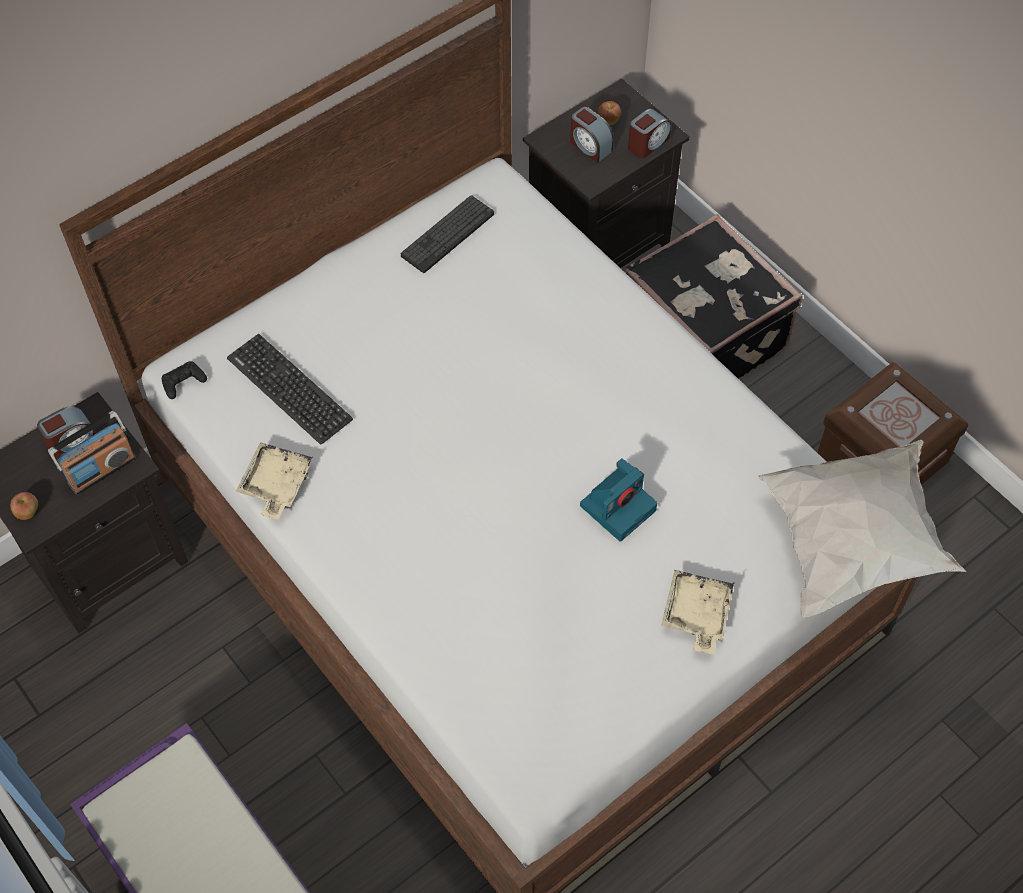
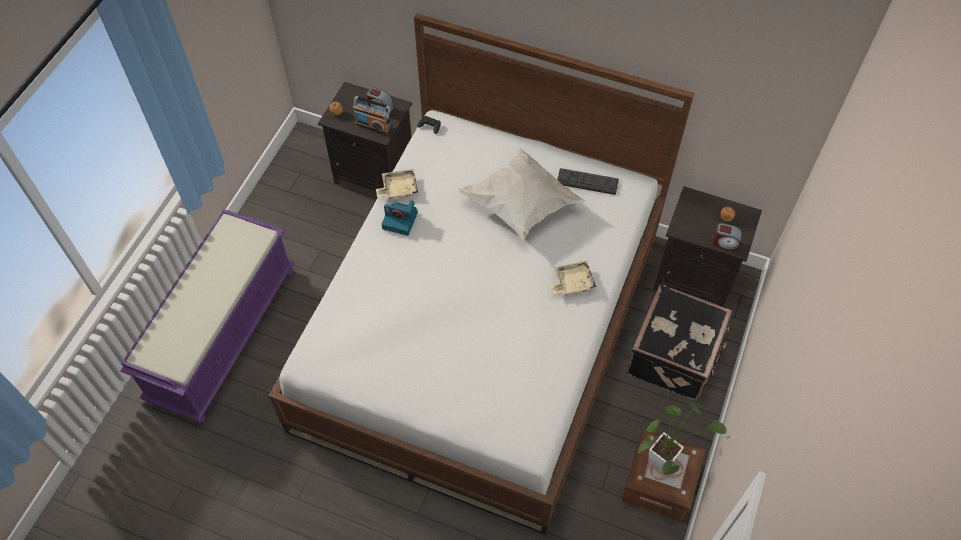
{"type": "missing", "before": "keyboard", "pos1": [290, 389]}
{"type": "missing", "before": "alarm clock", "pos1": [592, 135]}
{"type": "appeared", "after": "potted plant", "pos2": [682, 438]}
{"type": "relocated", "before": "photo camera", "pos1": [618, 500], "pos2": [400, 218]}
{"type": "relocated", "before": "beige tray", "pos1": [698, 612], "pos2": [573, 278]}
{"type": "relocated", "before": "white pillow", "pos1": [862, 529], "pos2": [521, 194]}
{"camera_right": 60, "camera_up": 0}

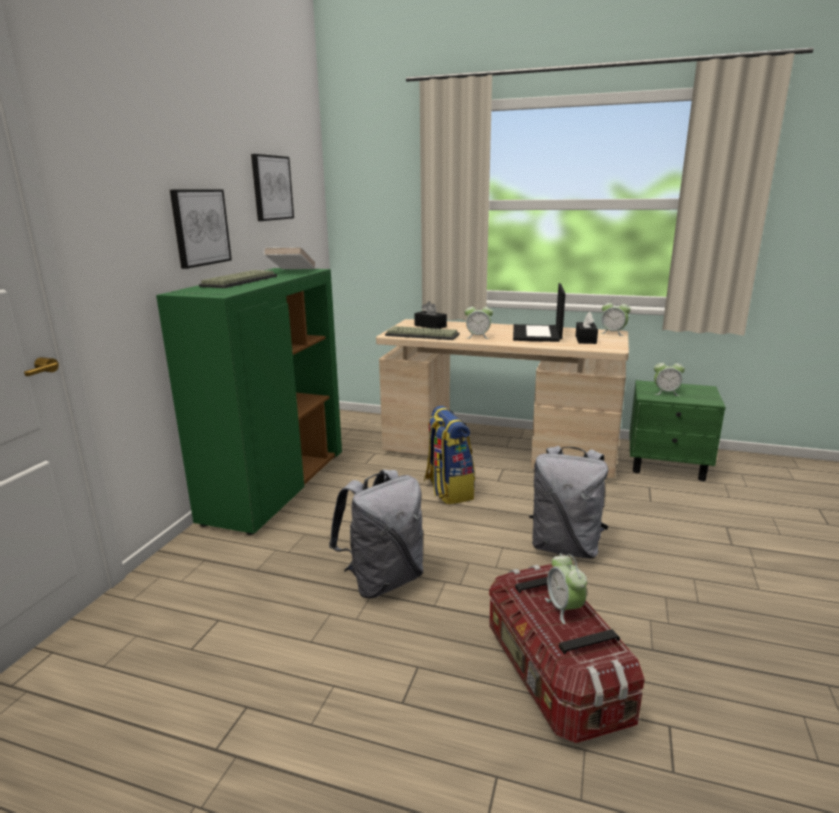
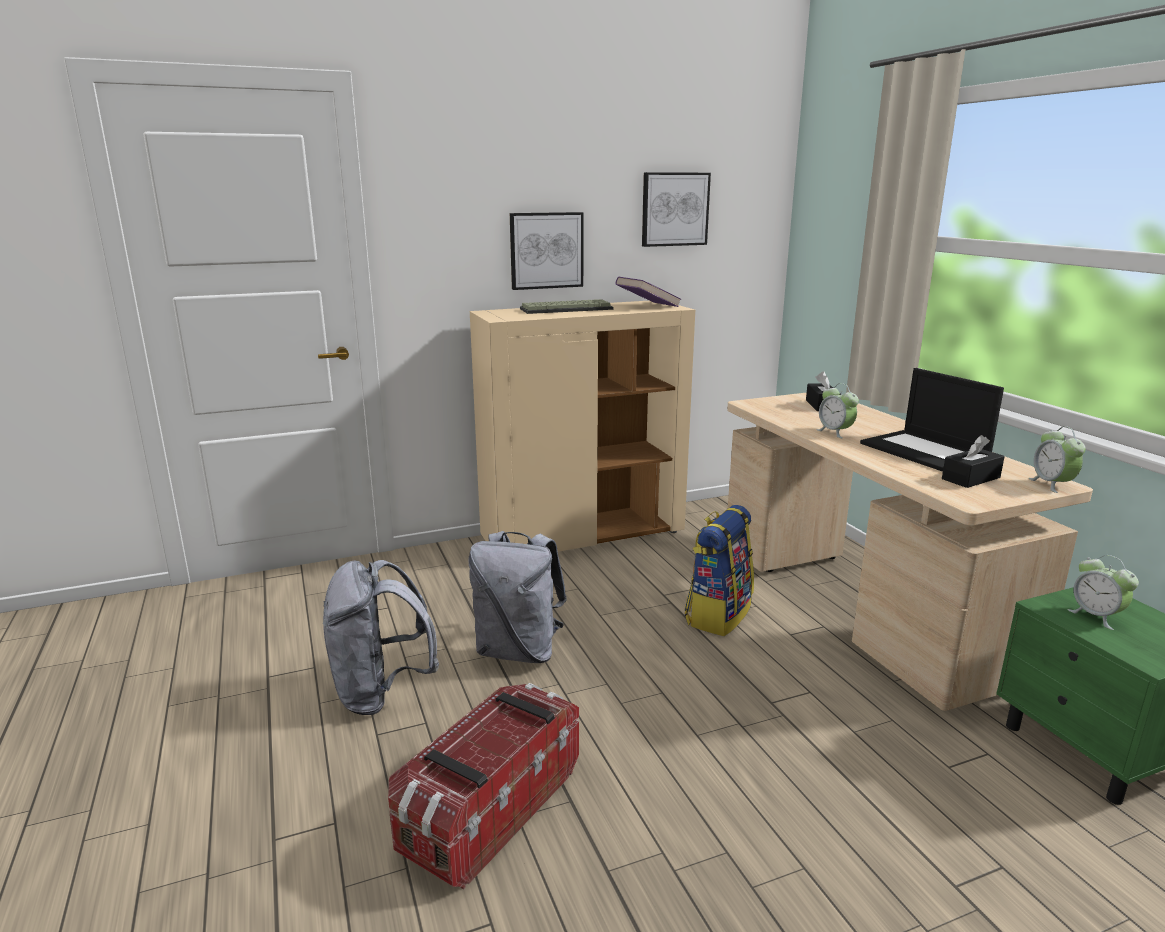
{"type": "missing", "before": "keyboard", "pos1": [422, 333]}
{"type": "missing", "before": "alarm clock", "pos1": [566, 589]}
{"type": "relocated", "before": "grey backpack", "pos1": [569, 502], "pos2": [381, 637]}
{"type": "colour", "before": "green cabinet", "after": "beige cabinet", "pos1": [249, 401], "pos2": [582, 426]}
{"type": "colour", "before": "white book", "after": "purple book", "pos1": [290, 258], "pos2": [648, 292]}
{"type": "spun", "before": "laptop", "pos1": [539, 312], "pos2": [932, 420], "turn": -90}
{"camera_right": 50, "camera_up": 0}

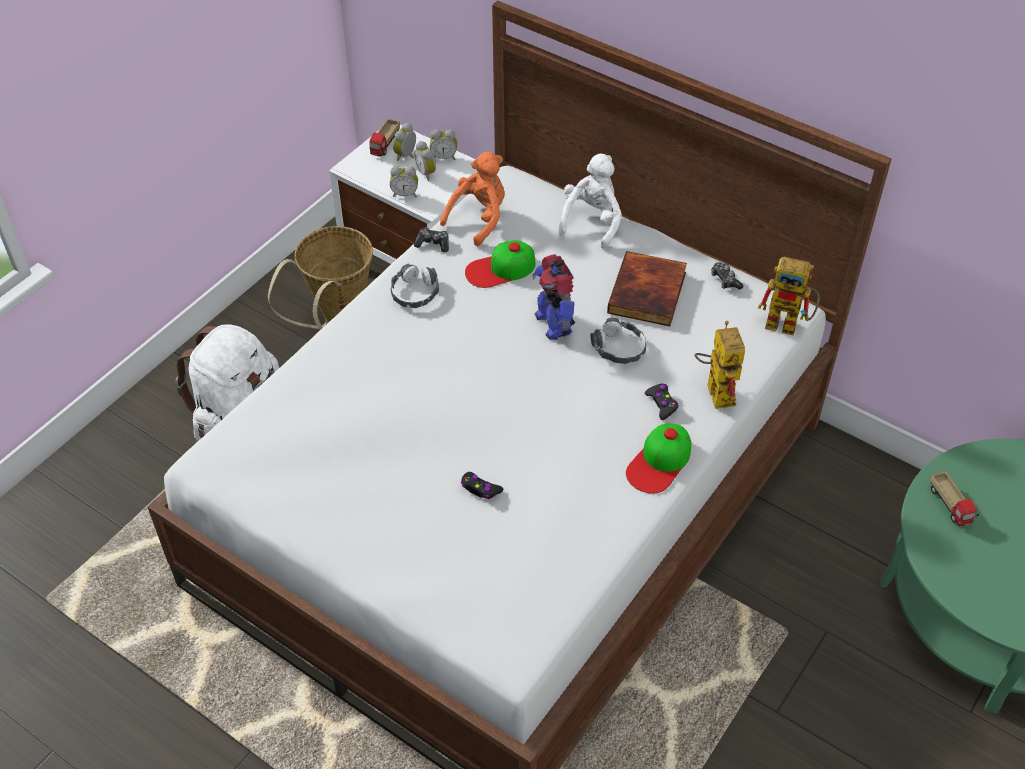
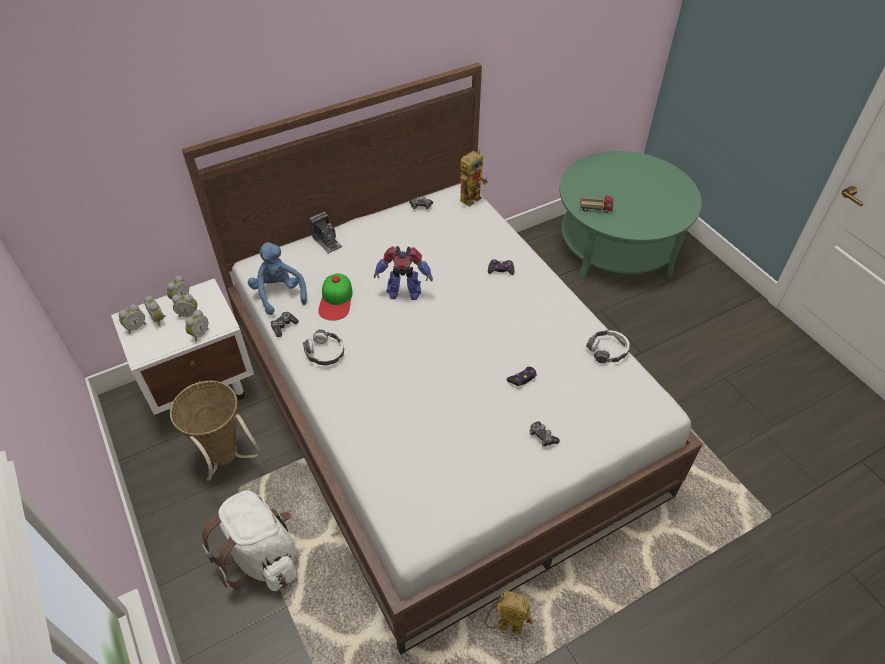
{"type": "missing", "before": "book", "pos1": [647, 288]}
{"type": "missing", "before": "cap", "pos1": [658, 458]}
{"type": "appeared", "after": "game controller", "pos2": [544, 433]}
{"type": "relocated", "before": "headphones", "pos1": [618, 340], "pos2": [608, 346]}
{"type": "relocated", "before": "toy robot", "pos1": [720, 365], "pos2": [509, 613]}
{"type": "exchanged", "before": "toy truck", "after": "alarm clock", "pos1": [384, 137], "pos2": [132, 319]}
{"type": "exchanged", "before": "white plush toy", "after": "photo camera", "pos1": [590, 201], "pos2": [325, 233]}
{"type": "colour", "before": "orange plush toy", "after": "blue plush toy", "pos1": [472, 199], "pos2": [277, 278]}
{"camera_right": -65, "camera_up": 0}

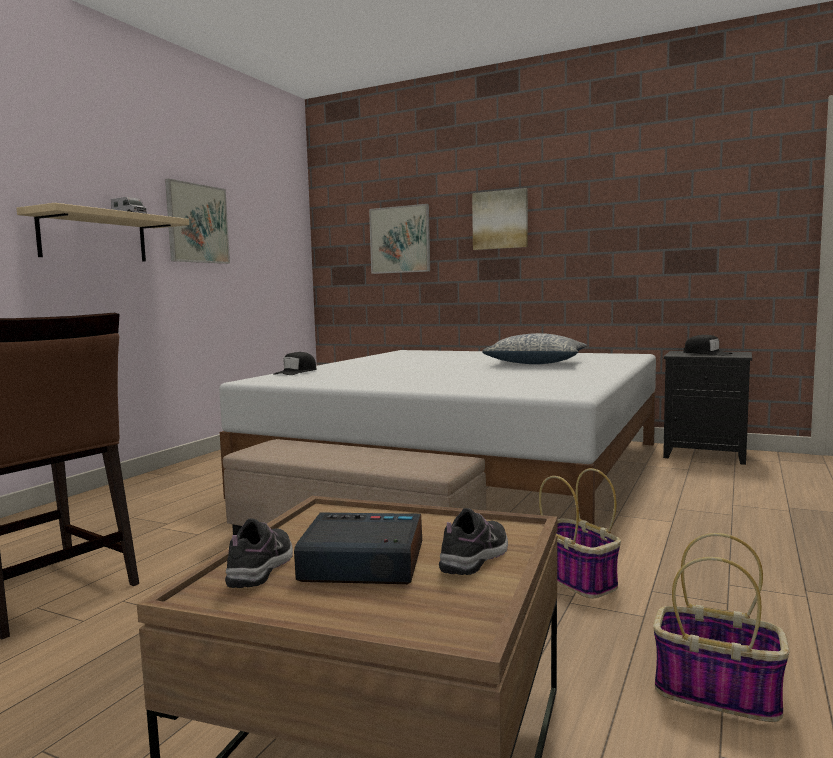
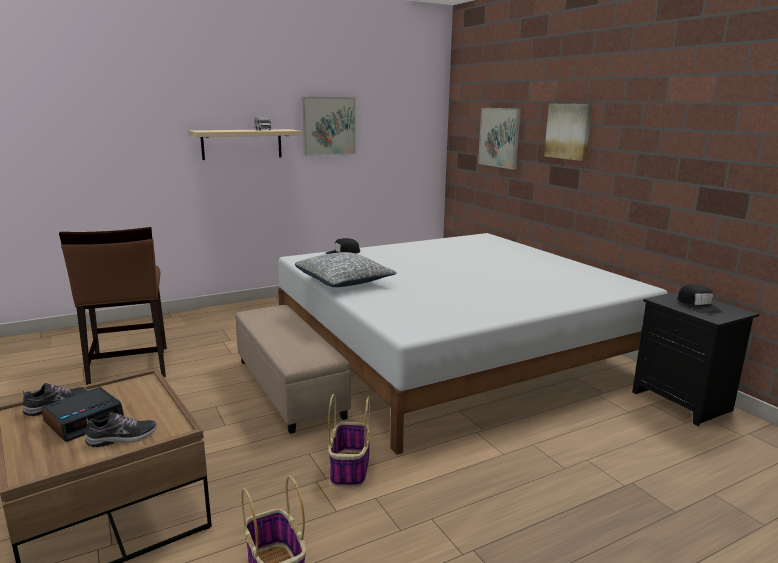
{"type": "relocated", "before": "pillow", "pos1": [534, 348], "pos2": [346, 269]}
{"type": "spun", "before": "alarm clock", "pos1": [358, 548], "pos2": [82, 414], "turn": 90}
{"camera_right": 35, "camera_up": 10}

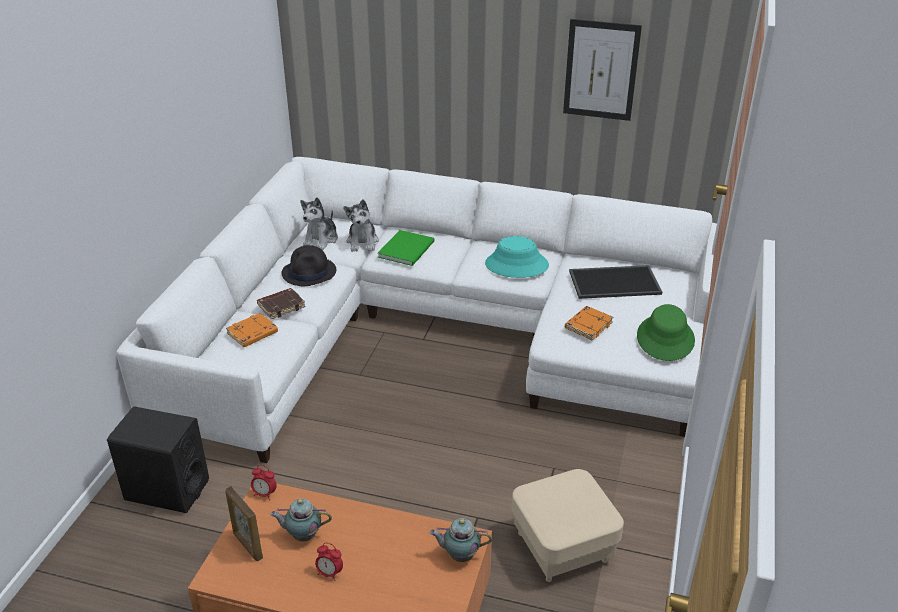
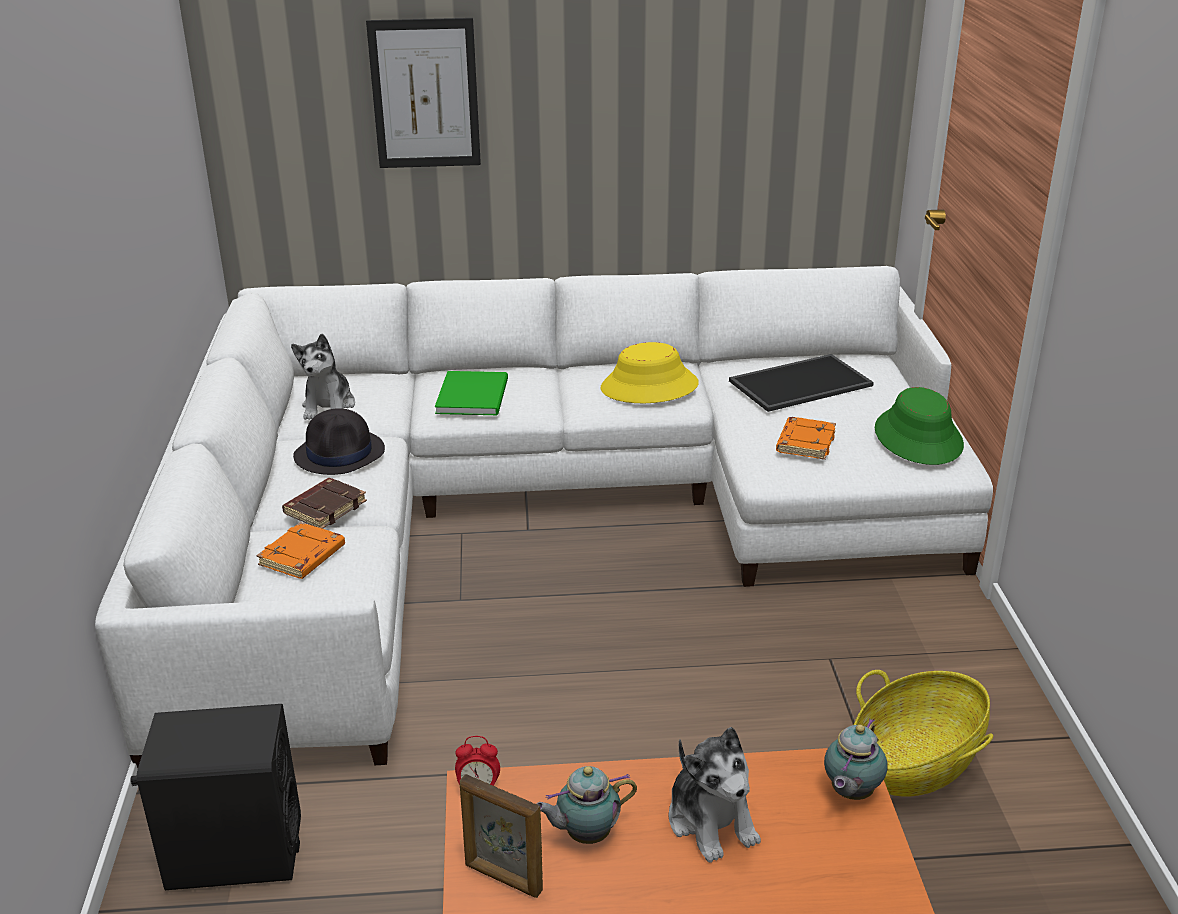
{"type": "missing", "before": "alarm clock", "pos1": [329, 562]}
{"type": "relocated", "before": "plush toy", "pos1": [361, 225], "pos2": [714, 795]}
{"type": "relocated", "before": "picture", "pos1": [602, 70], "pos2": [423, 93]}
{"type": "exchanged", "before": "beige ottoman", "after": "basket", "pos1": [568, 525], "pos2": [923, 733]}
{"type": "colour", "before": "turquoise hat", "after": "yellow hat", "pos1": [517, 257], "pos2": [650, 372]}
{"type": "spun", "before": "teapot", "pos1": [461, 540], "pos2": [856, 759], "turn": -45}
{"camera_right": -20, "camera_up": -5}

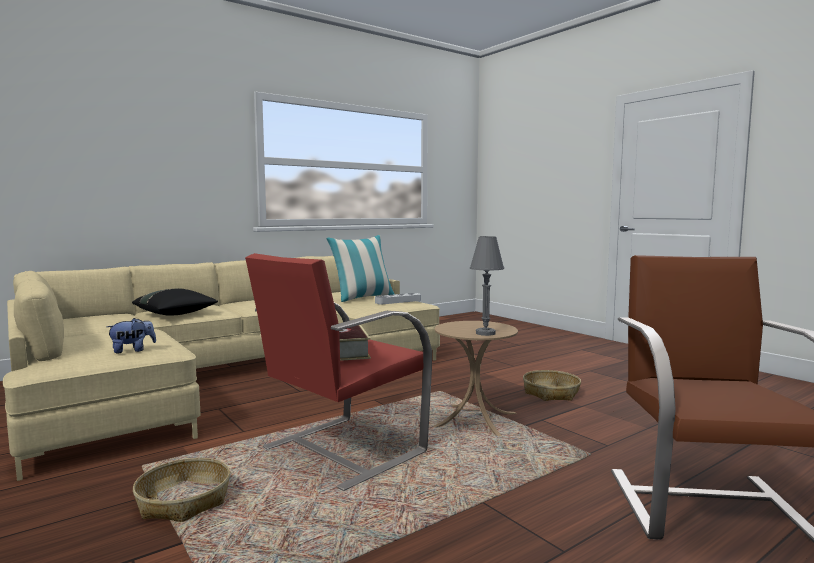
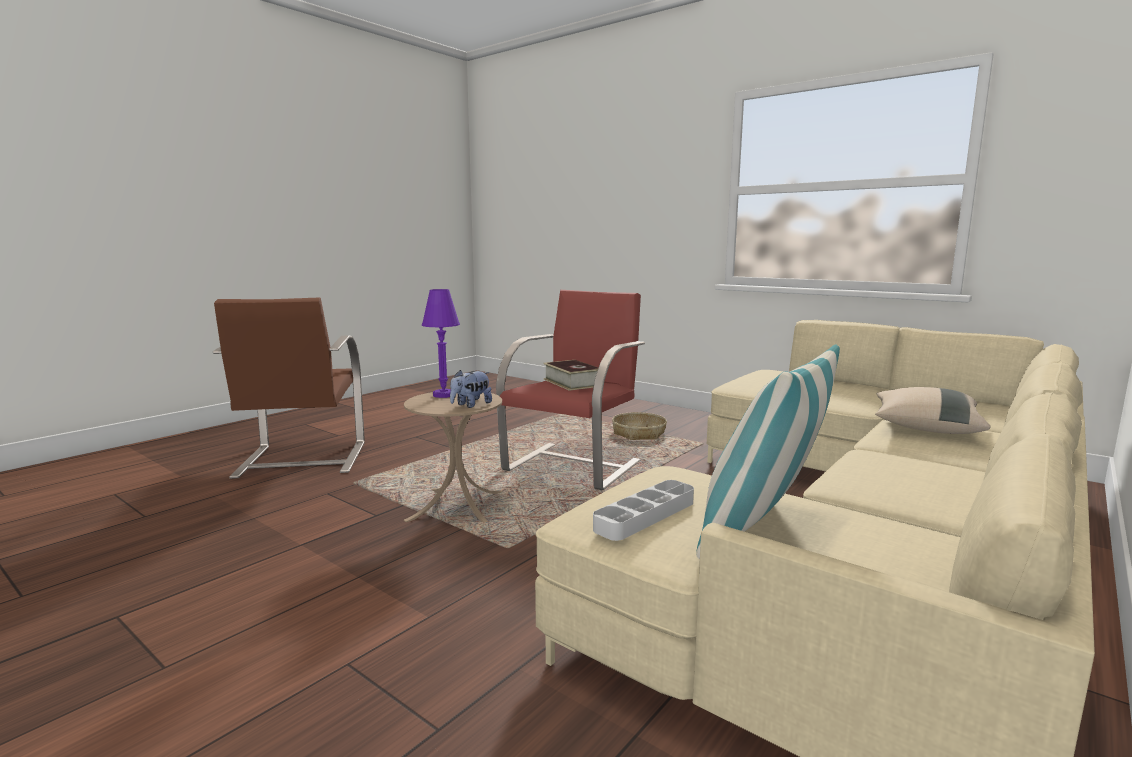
{"type": "missing", "before": "basket", "pos1": [552, 385]}
{"type": "relocated", "before": "plush toy", "pos1": [131, 335], "pos2": [471, 389]}
{"type": "colour", "before": "black pillow", "after": "beige pillow", "pos1": [175, 302], "pos2": [932, 410]}
{"type": "colour", "before": "grey table lamp", "after": "purple table lamp", "pos1": [487, 286], "pos2": [441, 343]}
{"camera_right": 165, "camera_up": 5}

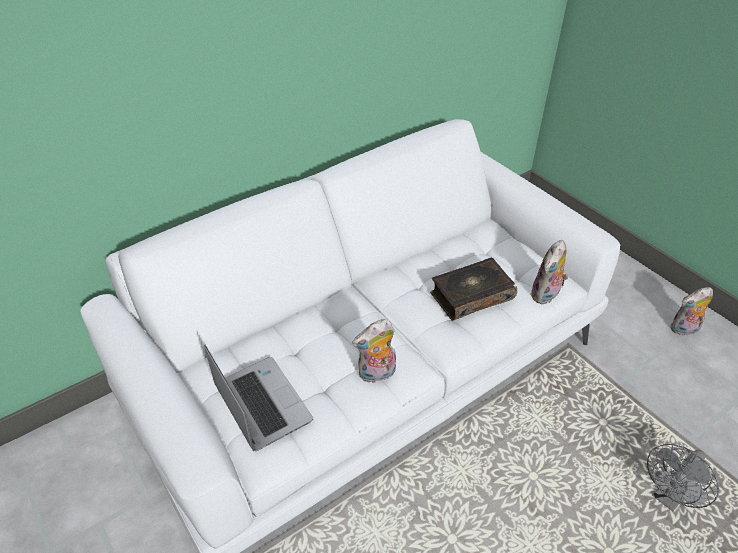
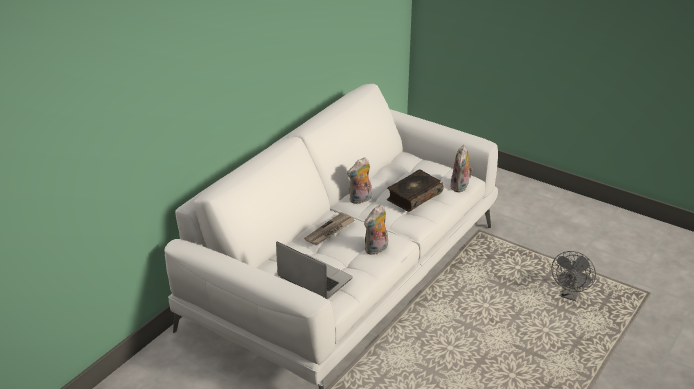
{"type": "appeared", "after": "newspaper", "pos2": [329, 228]}
{"type": "relocated", "before": "plush toy", "pos1": [692, 311], "pos2": [359, 180]}
{"camera_right": -20, "camera_up": -10}

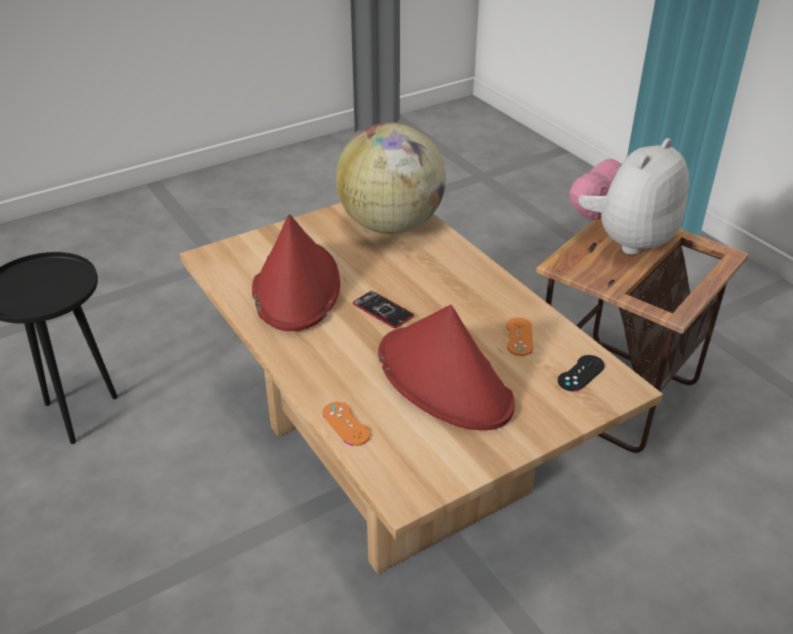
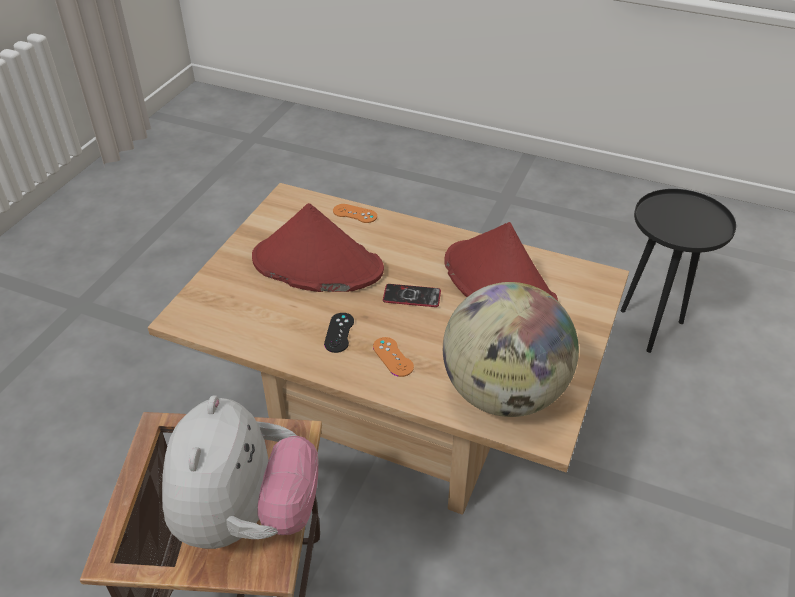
{"type": "relocated", "before": "orange game controller", "pos1": [519, 336], "pos2": [393, 357]}
{"type": "relocated", "before": "black game controller", "pos1": [581, 373], "pos2": [339, 333]}
{"camera_right": 145, "camera_up": 5}

